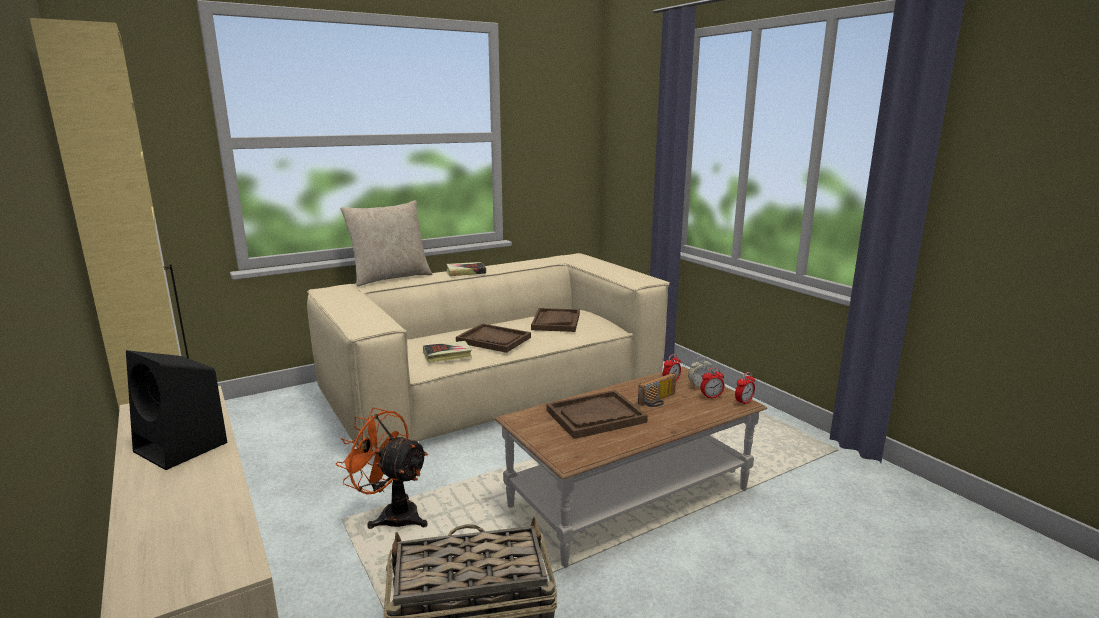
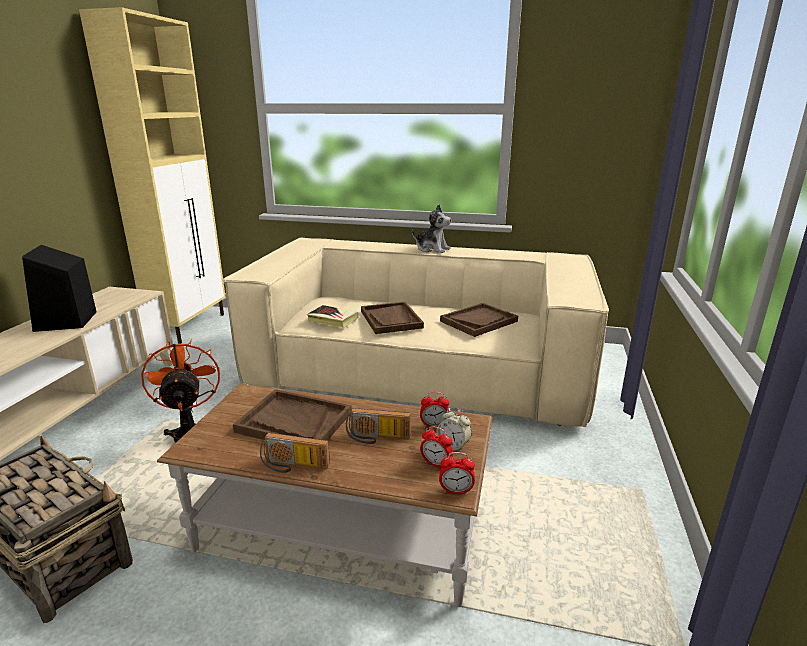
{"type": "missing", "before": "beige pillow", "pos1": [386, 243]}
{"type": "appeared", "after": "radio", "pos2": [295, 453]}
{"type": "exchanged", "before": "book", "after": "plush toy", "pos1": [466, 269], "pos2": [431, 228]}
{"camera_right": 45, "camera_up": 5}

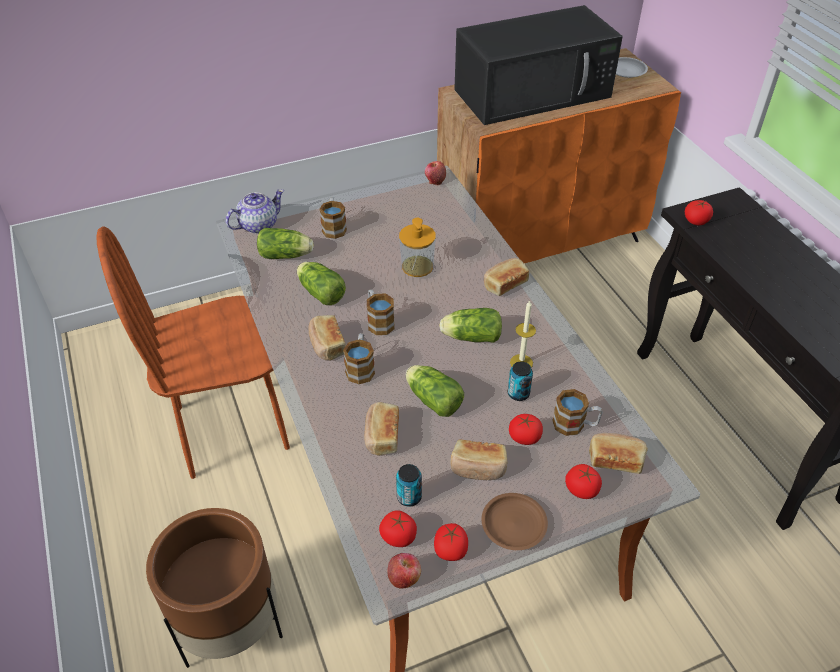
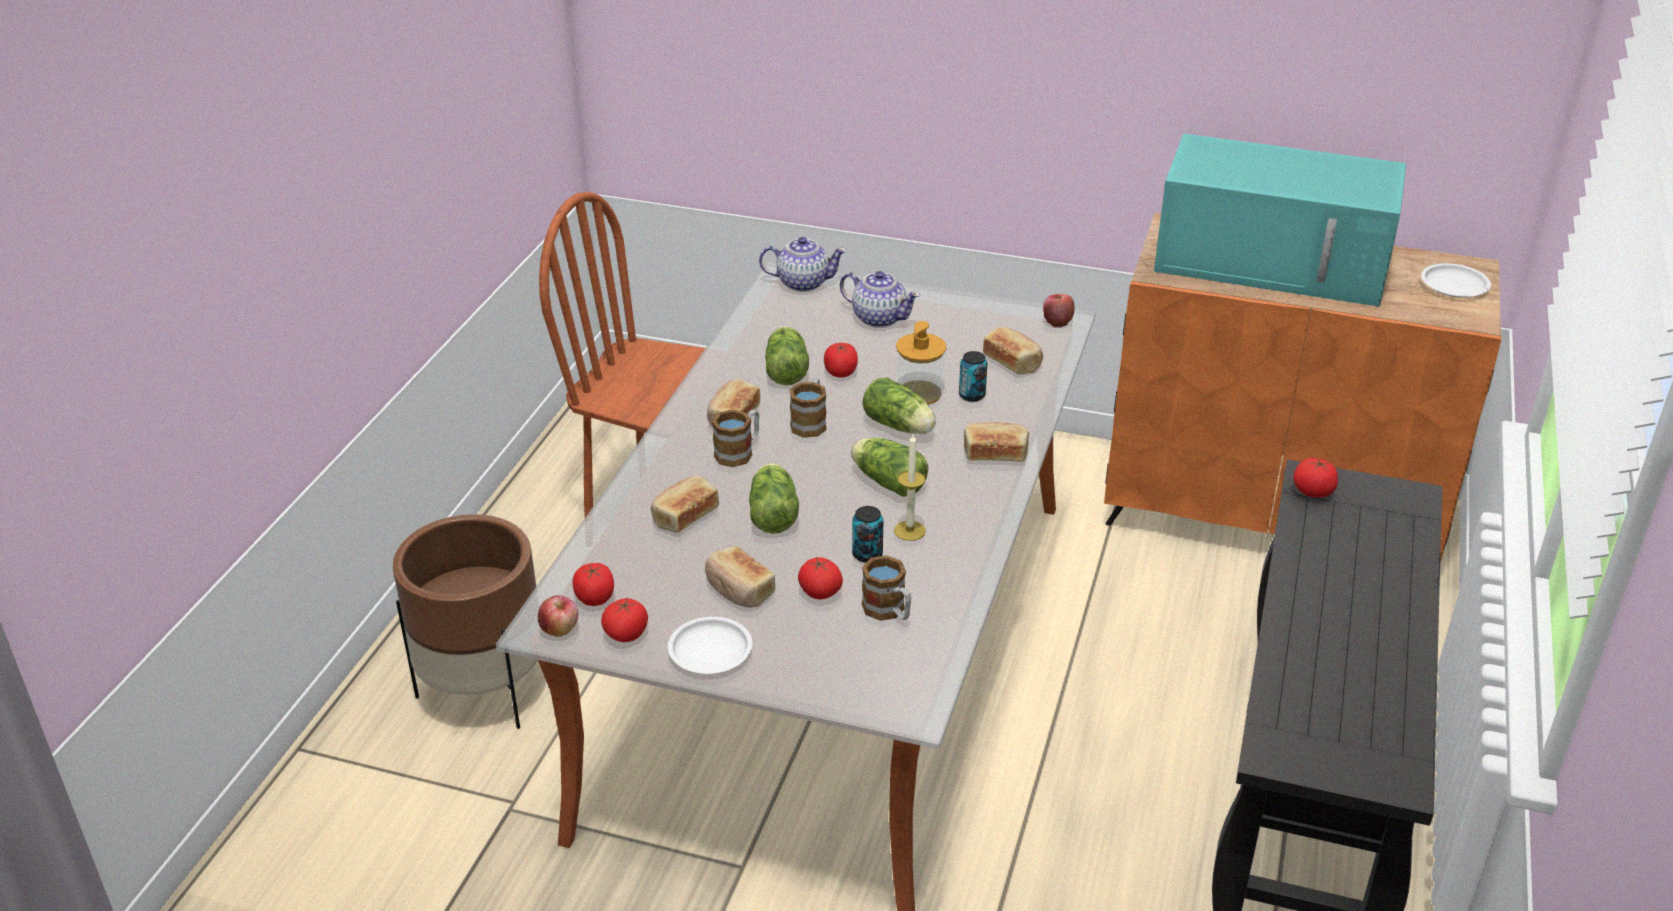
{"type": "relocated", "before": "lettuce", "pos1": [285, 243], "pos2": [899, 406]}
{"type": "relocated", "before": "can", "pos1": [409, 485], "pos2": [973, 376]}
{"type": "relocated", "before": "tomato", "pos1": [583, 481], "pos2": [841, 360]}
{"type": "relocated", "before": "bread", "pos1": [618, 453], "pos2": [1013, 350]}
{"type": "exchanged", "before": "mug", "after": "teapot", "pos1": [333, 218], "pos2": [880, 299]}
{"type": "colour", "before": "black microwave", "after": "turquoise microwave", "pos1": [538, 65], "pos2": [1280, 220]}
{"type": "colour", "before": "brown plate", "after": "white plate", "pos1": [514, 521], "pos2": [710, 645]}
{"camera_right": 40, "camera_up": -10}

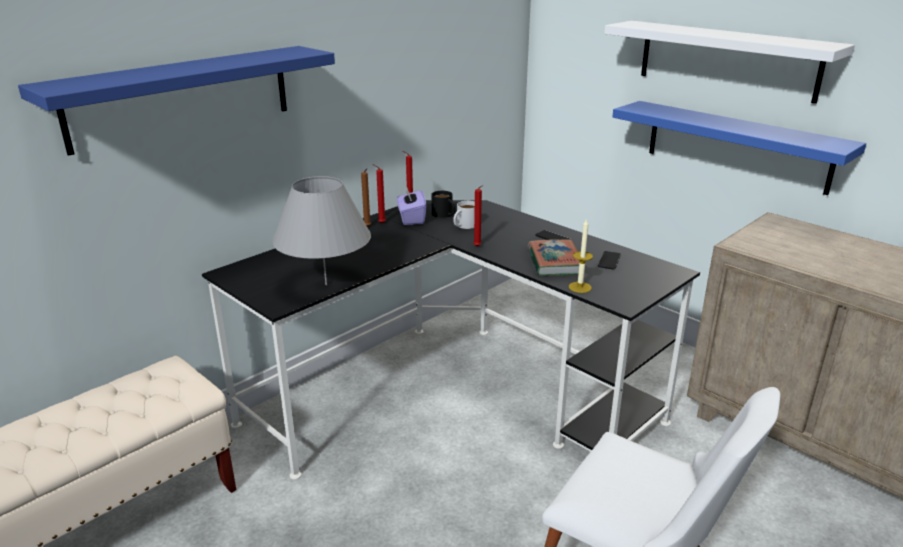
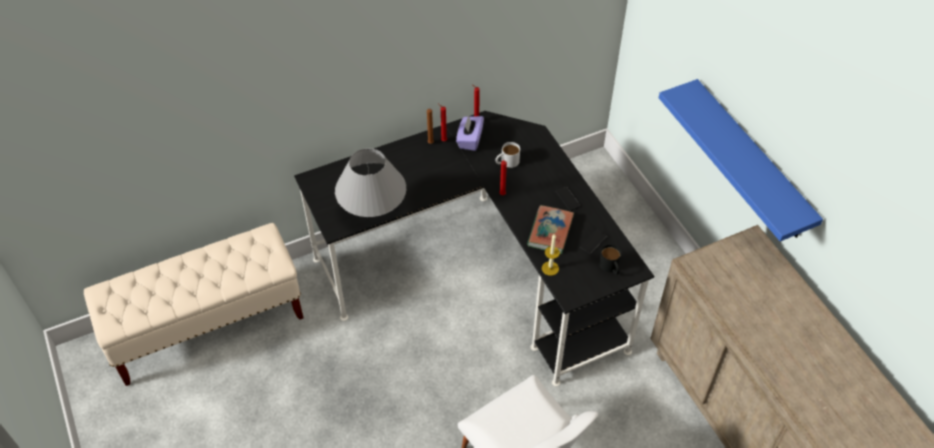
{"type": "missing", "before": "blue shelf", "pos1": [176, 101]}
{"type": "missing", "before": "white shelf", "pos1": [729, 62]}
{"type": "relocated", "before": "black mug", "pos1": [443, 204], "pos2": [610, 260]}
{"camera_right": 20, "camera_up": 25}

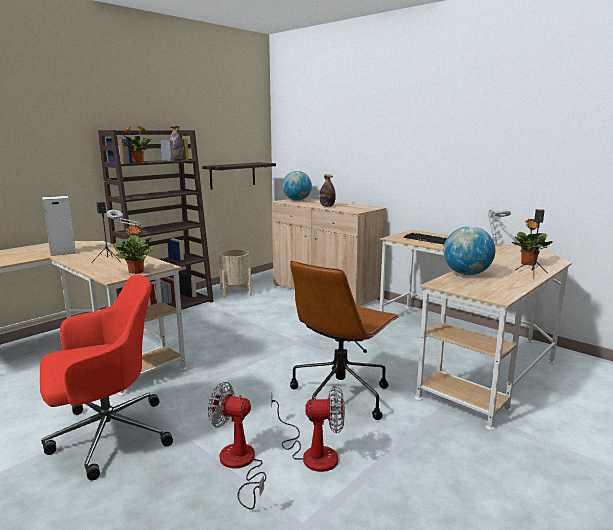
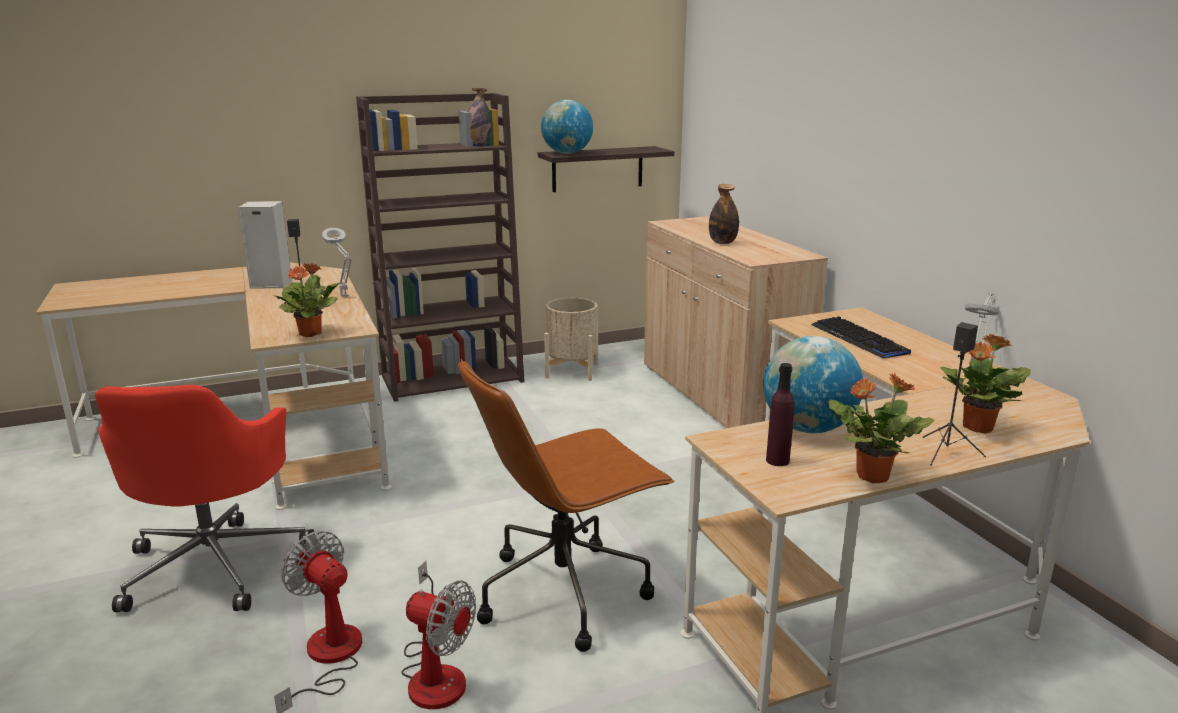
{"type": "appeared", "after": "purple bottle", "pos2": [780, 414]}
{"type": "relocated", "before": "potted plant", "pos1": [135, 144], "pos2": [881, 428]}
{"type": "relocated", "before": "globe", "pos1": [297, 186], "pos2": [567, 127]}
{"type": "spun", "before": "red office chair", "pos1": [106, 377], "pos2": [205, 498], "turn": 90}
{"camera_right": 25, "camera_up": 5}

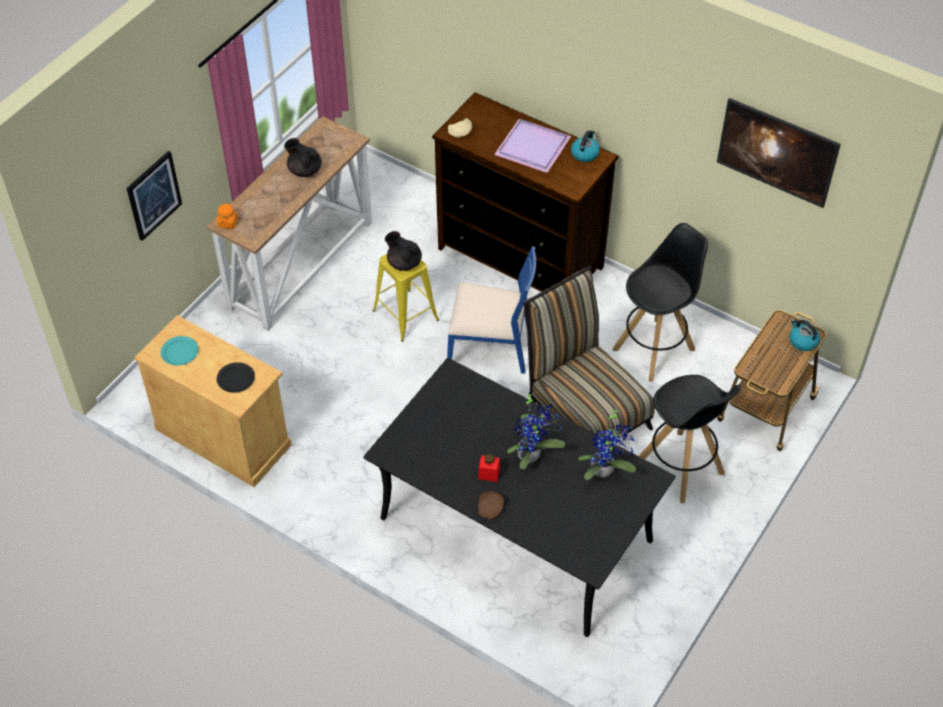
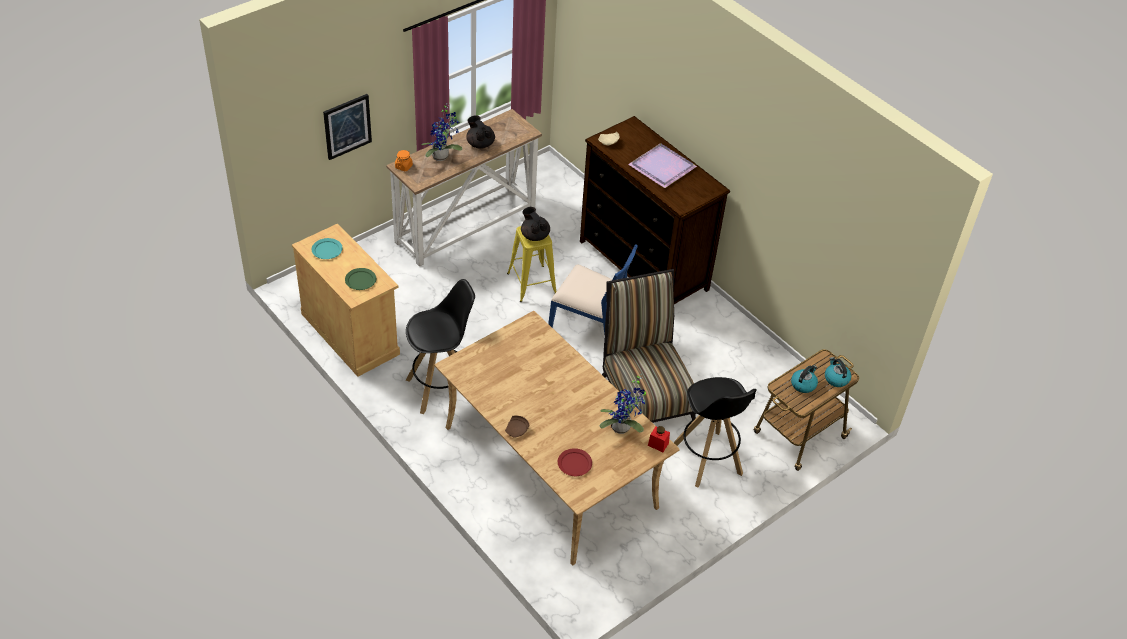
{"type": "missing", "before": "picture", "pos1": [779, 153]}
{"type": "appeared", "after": "red plate", "pos2": [575, 462]}
{"type": "relocated", "before": "red jar", "pos1": [489, 468], "pos2": [659, 439]}
{"type": "relocated", "before": "potted plant", "pos1": [536, 429], "pos2": [442, 133]}
{"type": "relocated", "before": "kettle", "pos1": [585, 146], "pos2": [804, 379]}
{"type": "relocated", "before": "black stool", "pos1": [660, 302], "pos2": [440, 346]}
{"type": "colour", "before": "black plate", "after": "green plate", "pos1": [236, 377], "pos2": [360, 279]}
{"type": "colour", "before": "black dining table", "after": "beige dining table", "pos1": [519, 497], "pos2": [557, 438]}
{"camera_right": 15, "camera_up": -5}

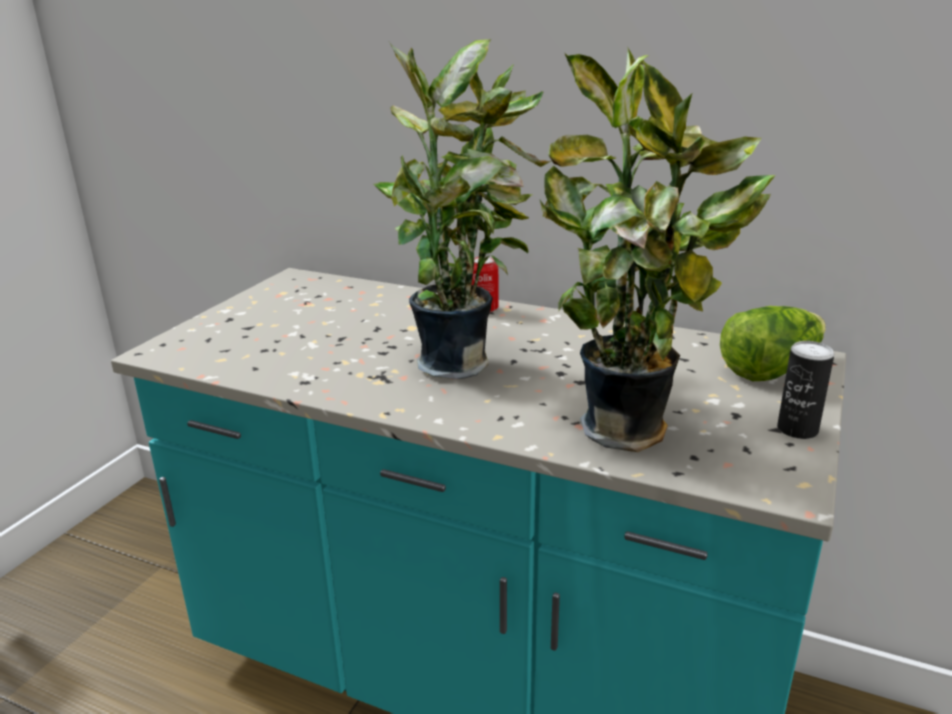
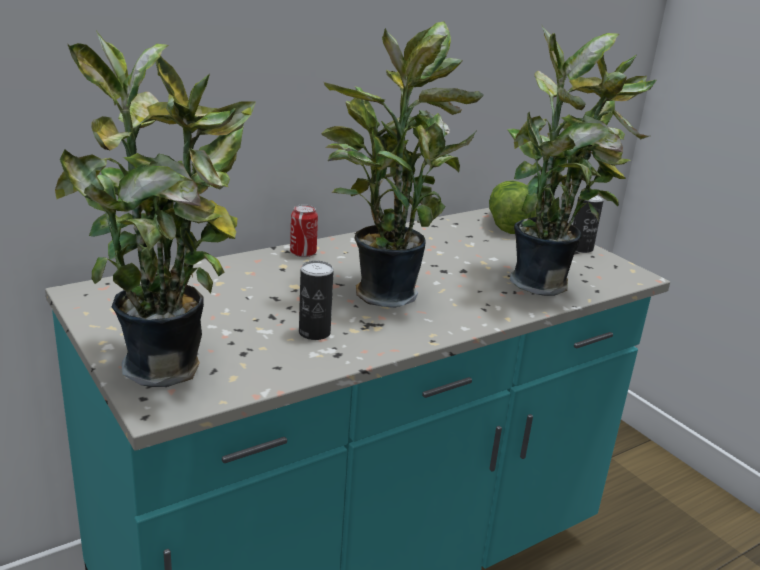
{"type": "appeared", "after": "potted plant", "pos2": [155, 209]}
{"type": "appeared", "after": "can", "pos2": [316, 300]}
{"camera_right": -60, "camera_up": 0}

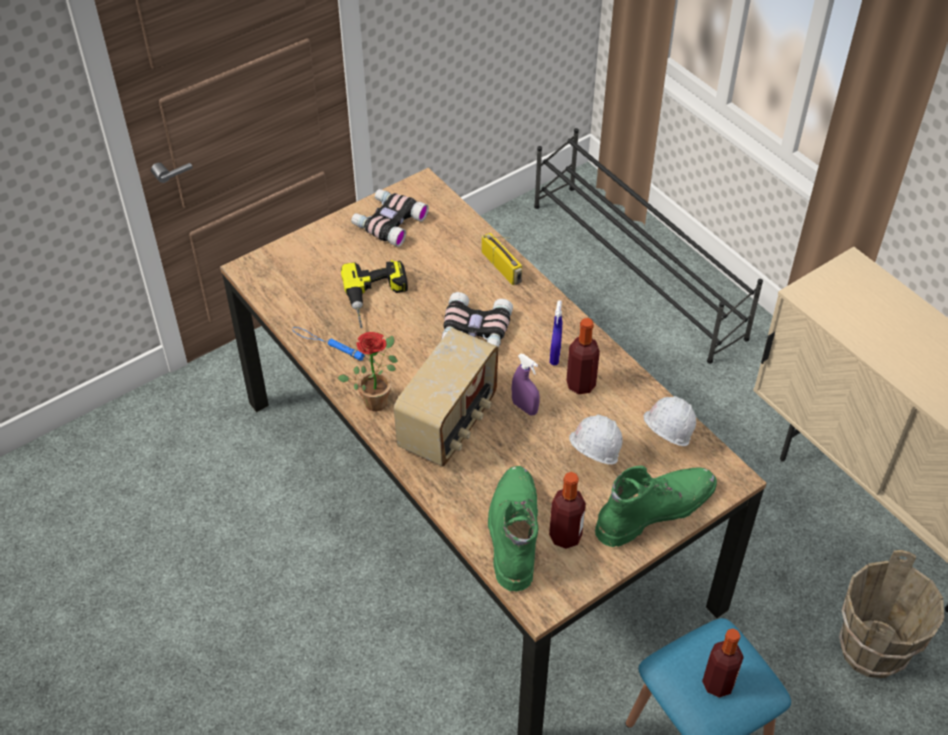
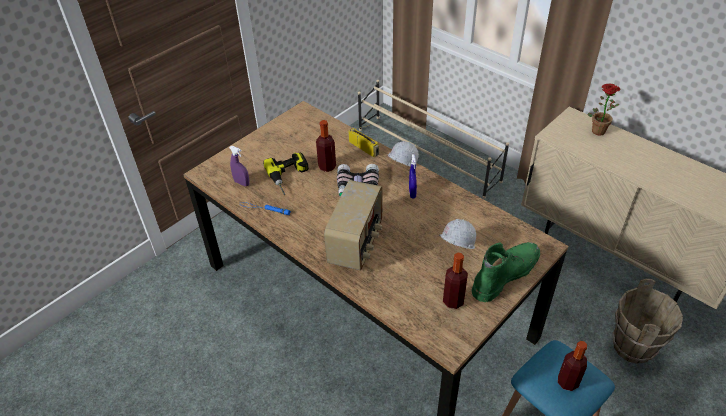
{"type": "missing", "before": "binoculars", "pos1": [390, 218]}
{"type": "missing", "before": "green boot", "pos1": [513, 529]}
{"type": "relocated", "before": "potted plant", "pos1": [367, 371], "pos2": [603, 110]}
{"type": "relocated", "before": "purple spray bottle", "pos1": [526, 384], "pos2": [239, 166]}
{"type": "relocated", "before": "bottle", "pos1": [583, 356], "pos2": [326, 146]}
{"type": "relocated", "before": "white hard hat", "pos1": [669, 421], "pos2": [403, 154]}
{"type": "colour", "before": "black shoe rack", "after": "beige shoe rack", "pos1": [648, 246], "pos2": [433, 139]}
{"camera_right": -10, "camera_up": -5}

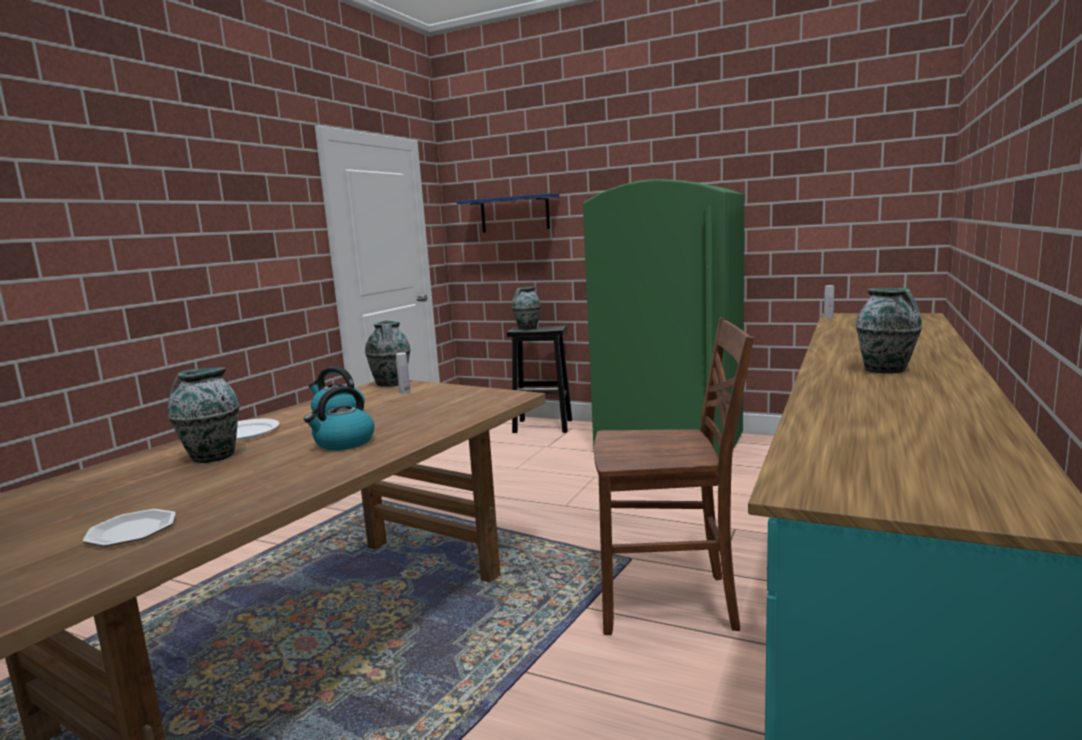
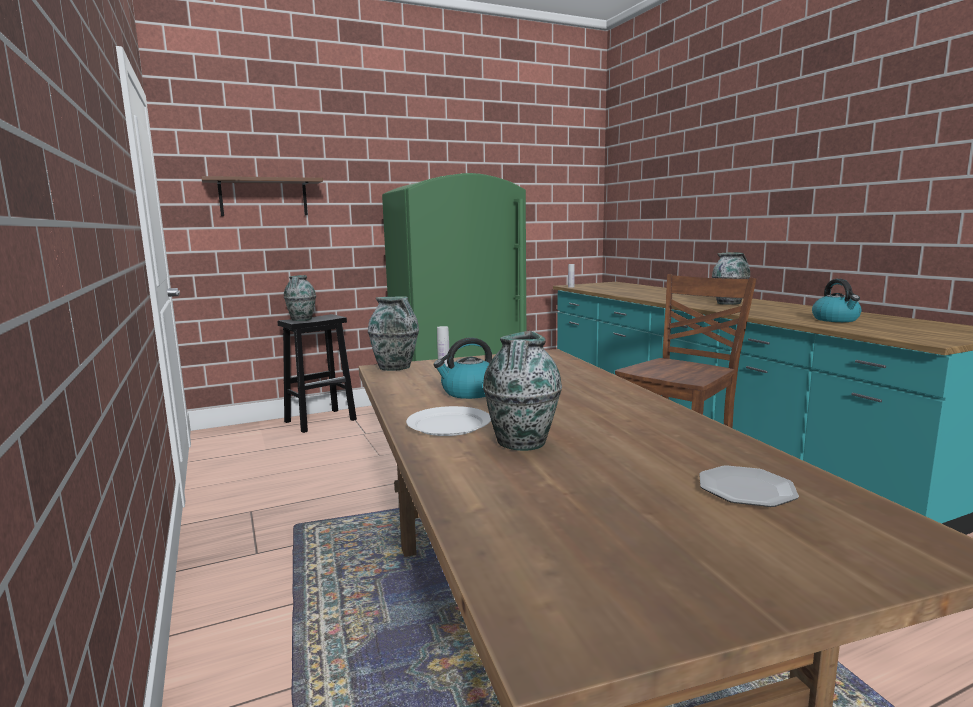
{"type": "relocated", "before": "kettle", "pos1": [339, 418], "pos2": [836, 300]}
{"type": "colour", "before": "blue shelf", "after": "brown shelf", "pos1": [508, 213], "pos2": [262, 196]}
{"camera_right": -50, "camera_up": 0}

